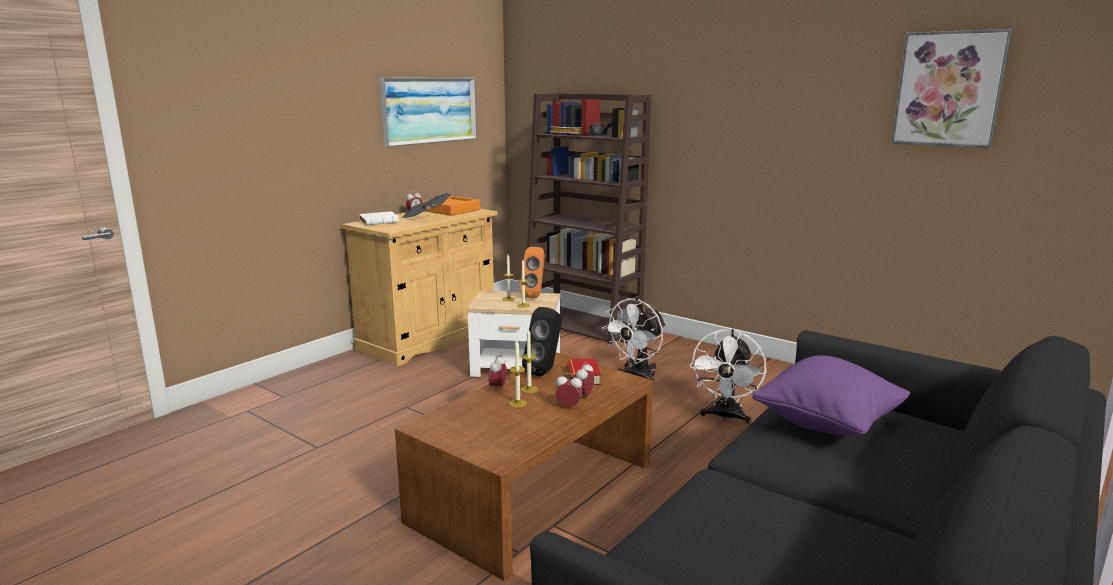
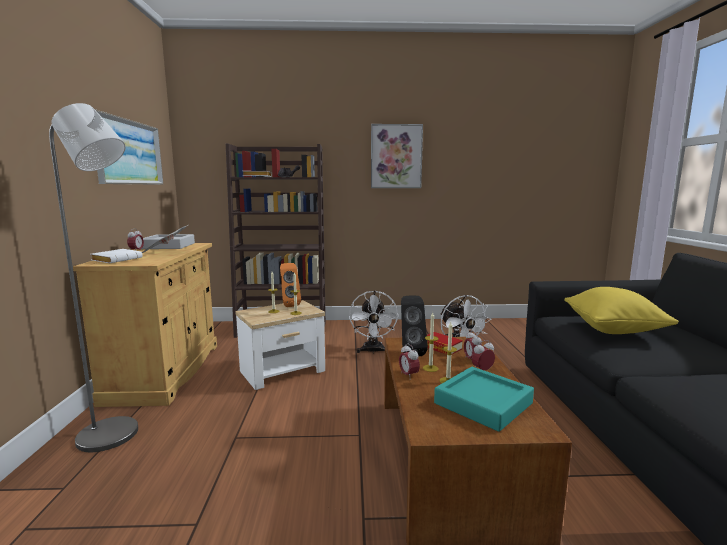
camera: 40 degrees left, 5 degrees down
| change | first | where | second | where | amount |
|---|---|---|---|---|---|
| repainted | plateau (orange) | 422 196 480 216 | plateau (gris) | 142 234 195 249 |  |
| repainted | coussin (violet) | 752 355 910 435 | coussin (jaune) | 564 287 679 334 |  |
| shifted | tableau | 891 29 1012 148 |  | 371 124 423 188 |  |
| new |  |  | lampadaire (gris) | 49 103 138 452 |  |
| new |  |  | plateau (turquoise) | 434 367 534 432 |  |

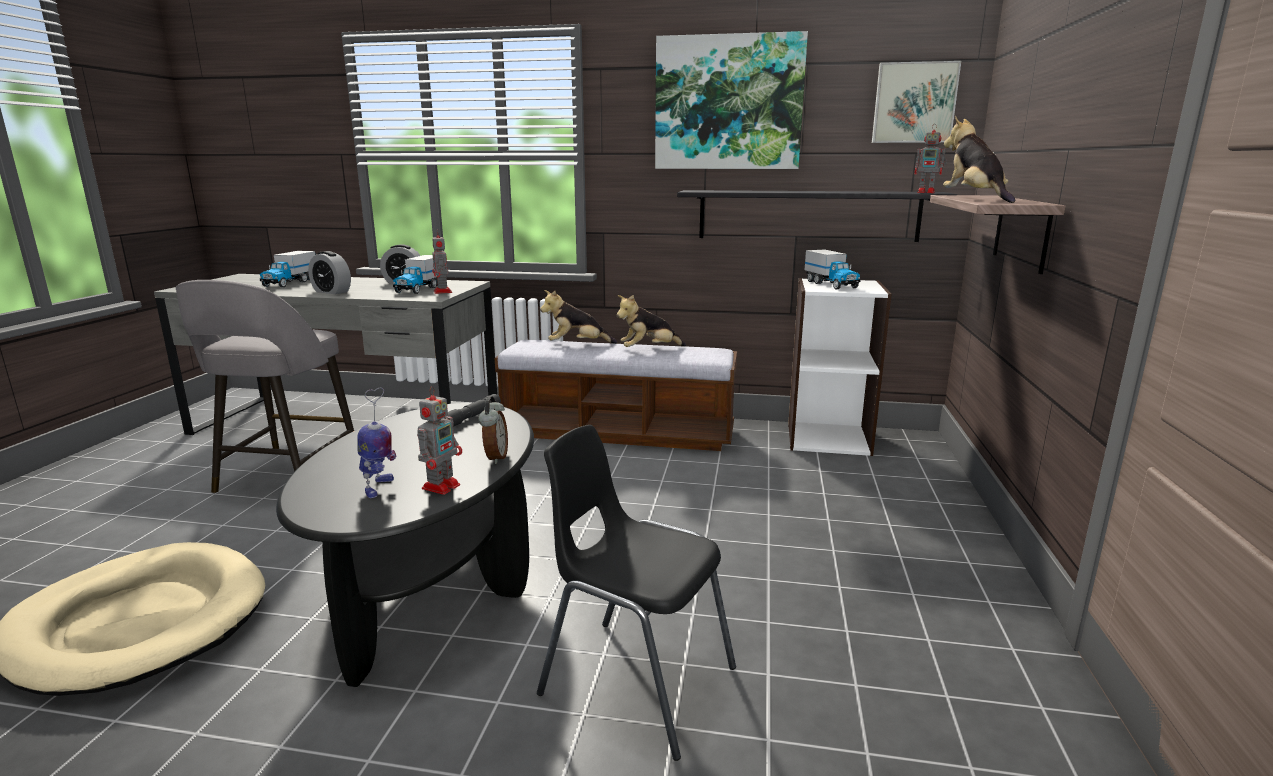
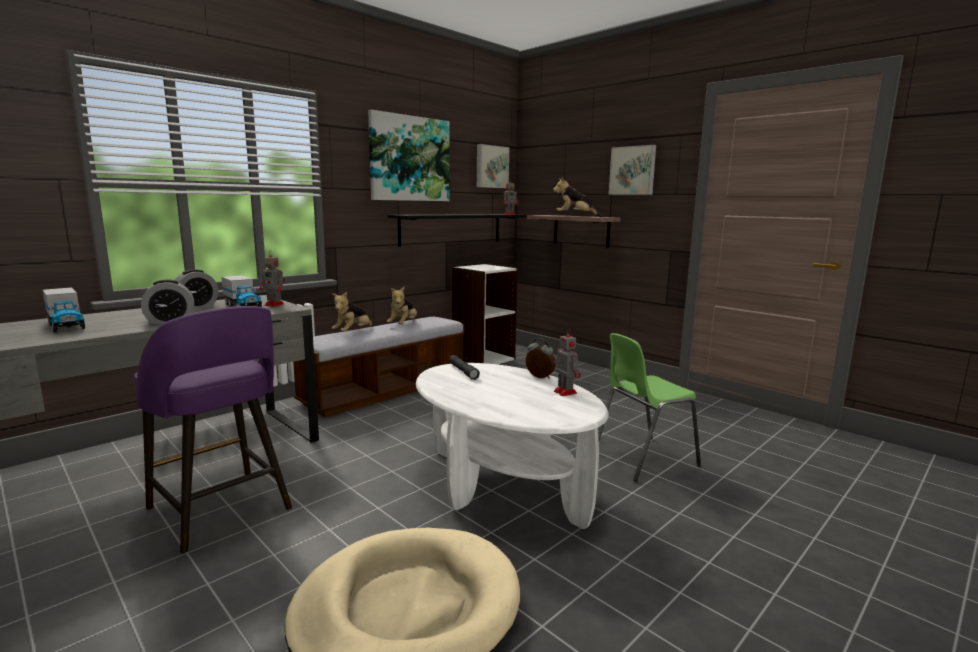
camera: 55 degrees left, 5 degrees down
| change | first | where | second | where | amount |
|---|---|---|---|---|---|
| repainted | tabouret (gris) | 175 280 354 493 | tabouret (violet) | 134 306 292 554 |  |
| repainted | table basse (noir) | 276 403 534 687 | table basse (blanc) | 416 363 609 529 |  |
| gone | robot jouet | 357 387 396 498 |  |  |  |
| repainted | chaise (noir) | 537 425 736 761 | chaise (vert) | 598 333 701 482 |  |
| gone | camion jouet | 805 249 861 289 |  |  |  |
| new |  |  | tableau | 609 145 656 195 |  |

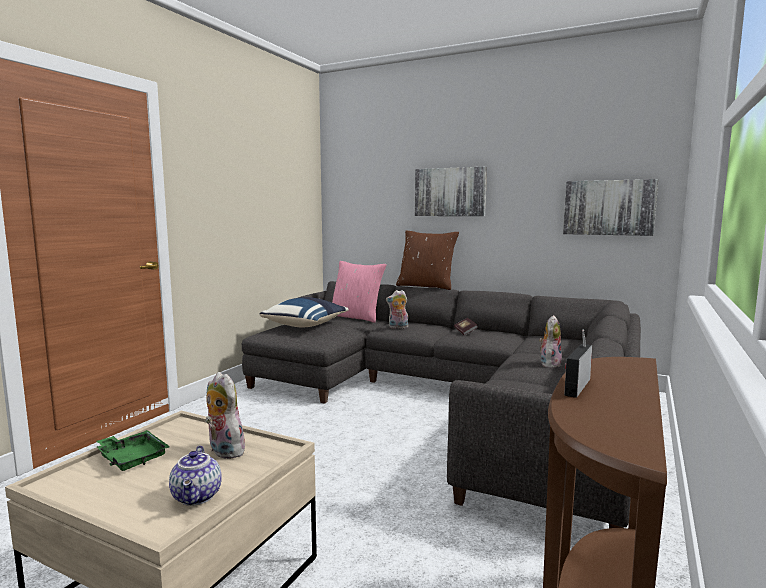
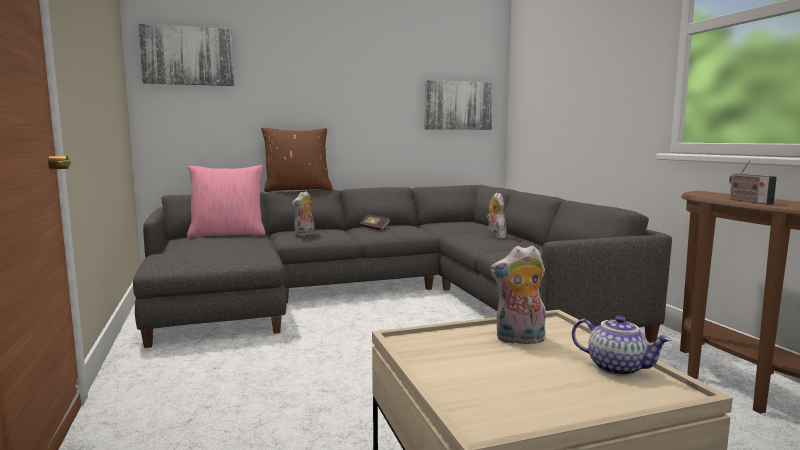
camera: 45 degrees left, 0 degrees up
| change | first | where | second | where | amount |
|---|---|---|---|---|---|
| gone | plateau (vert) | 97 430 170 471 |  |  |  |
| gone | coussin (bleu) | 260 297 349 327 |  |  |  |
| shifted | tableau | 415 167 487 216 |  | 138 24 234 86 |  |

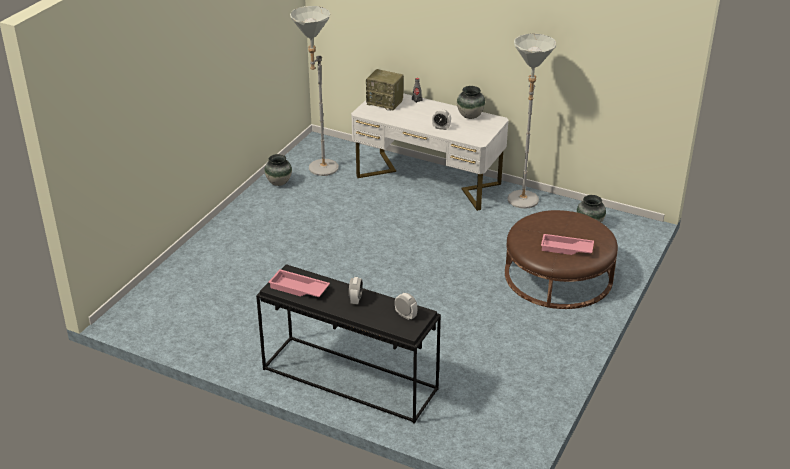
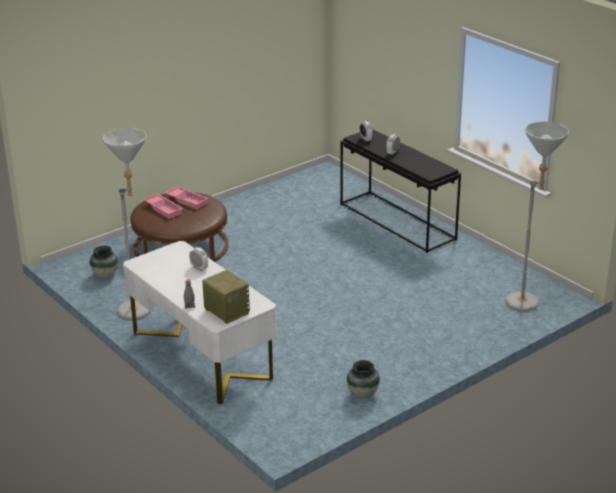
camera: 155 degrees left, 5 degrees down
| change | first | where | second | where | amount |
|---|---|---|---|---|---|
| shifted | plateau (rose) | 268 269 330 297 |  | 143 194 183 219 |  |
| shifted | lampadaire (gris) | 290 6 339 176 |  | 505 122 569 311 |  |
| gone | vase | 457 86 485 119 |  |  |  |

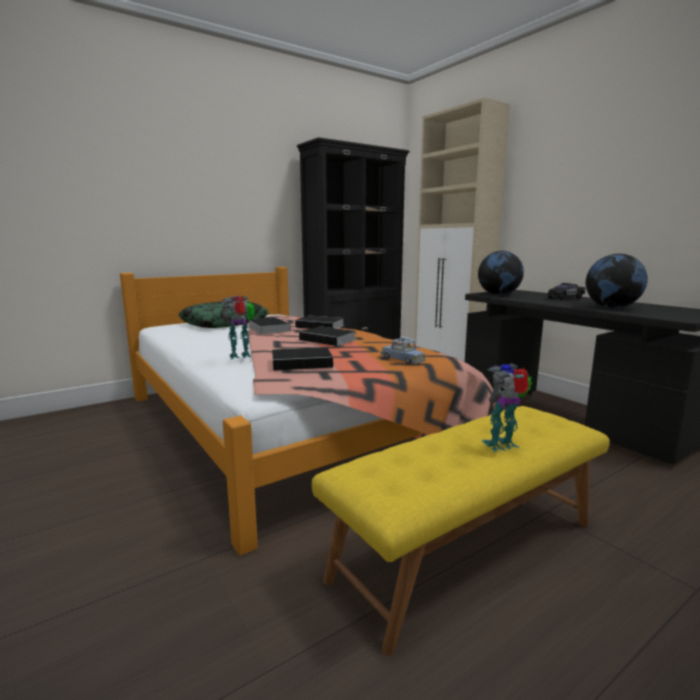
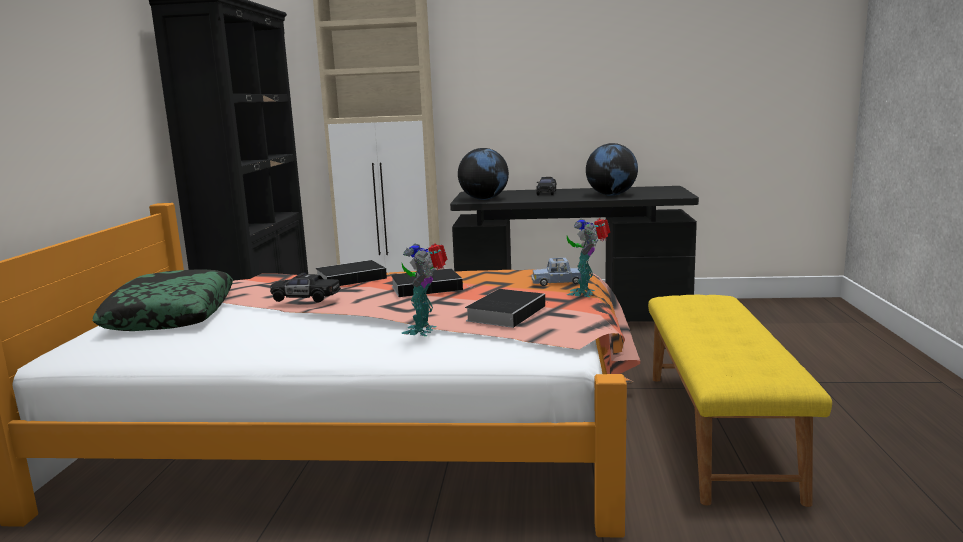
camera: 50 degrees left, 0 degrees up
| change | first | where | second | where | amount |
|---|---|---|---|---|---|
| swapped | livre | 248 317 291 334 | petite voiture (noir) | 270 273 341 303 |  |
| shifted | robot jouet | 482 363 533 452 |  | 567 218 610 297 |  |

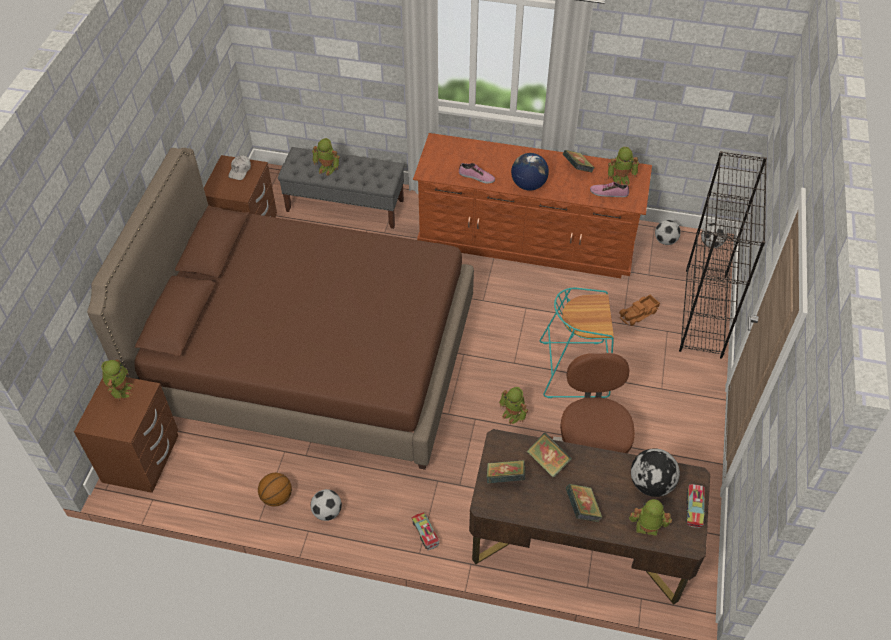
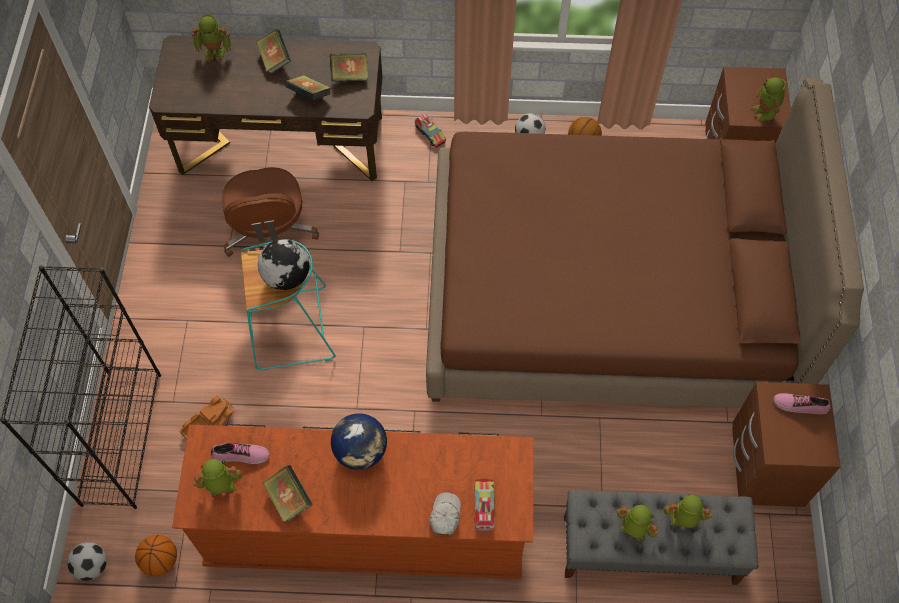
camera: 170 degrees right, 10 degrees up
| change | first | where | second | where | amount |
|---|---|---|---|---|---|
| shifted | casquette (blanc) | 228 155 251 180 |  | 429 492 461 536 |  |
| shifted | chaussure | 459 163 495 184 |  | 773 393 831 414 |  |
| shifted | robot jouet | 499 387 528 424 |  | 616 504 658 541 |  |
| shifted | globe | 631 448 680 497 |  | 258 239 310 290 |  |
| swapped | ballon de foot | 655 220 681 245 | ballon de basket | 135 535 177 576 |  |
| shifted | camion jouet | 686 484 706 528 |  | 474 478 495 531 |  |

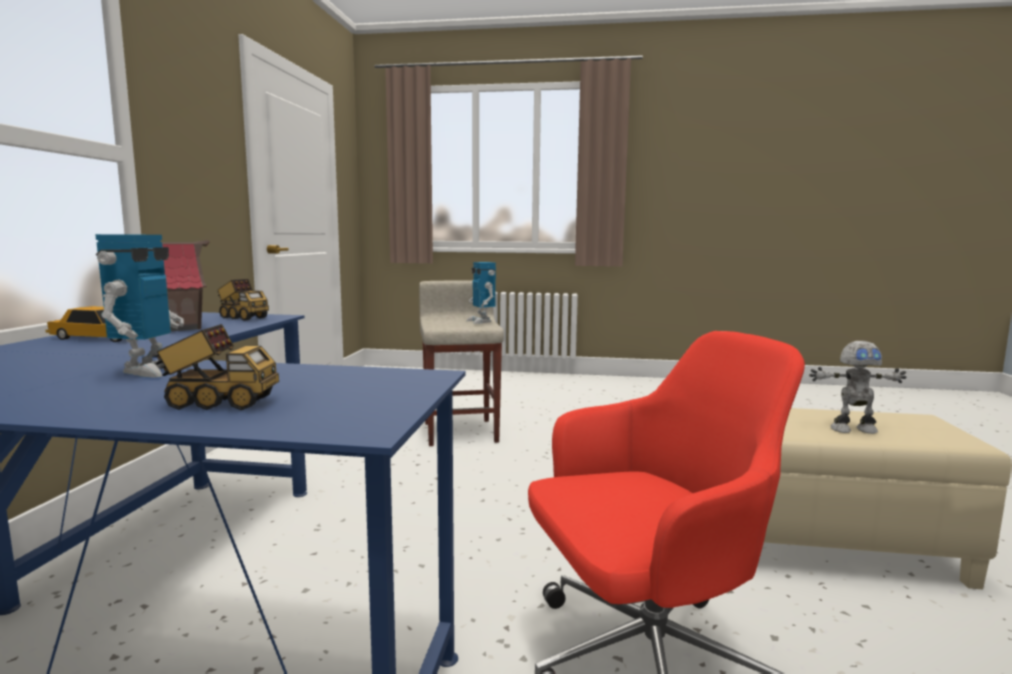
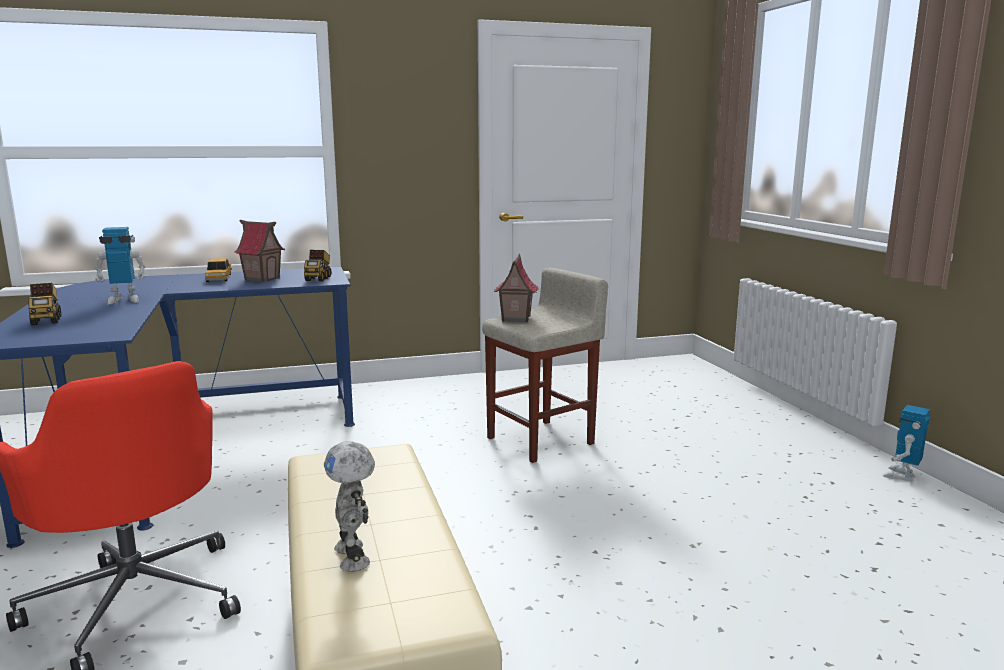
camera: 65 degrees right, 5 degrees up
| change | first | where | second | where | amount |
|---|---|---|---|---|---|
| shifted | robot jouet | 466 262 496 324 |  | 883 405 930 481 |  |
| new |  |  | maison miniature | 494 254 539 322 |  |

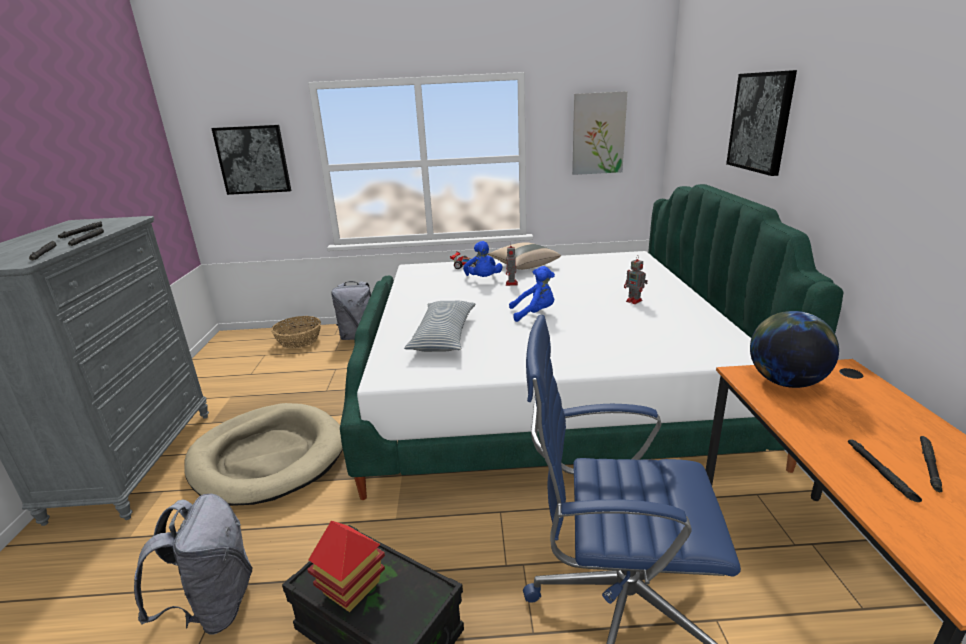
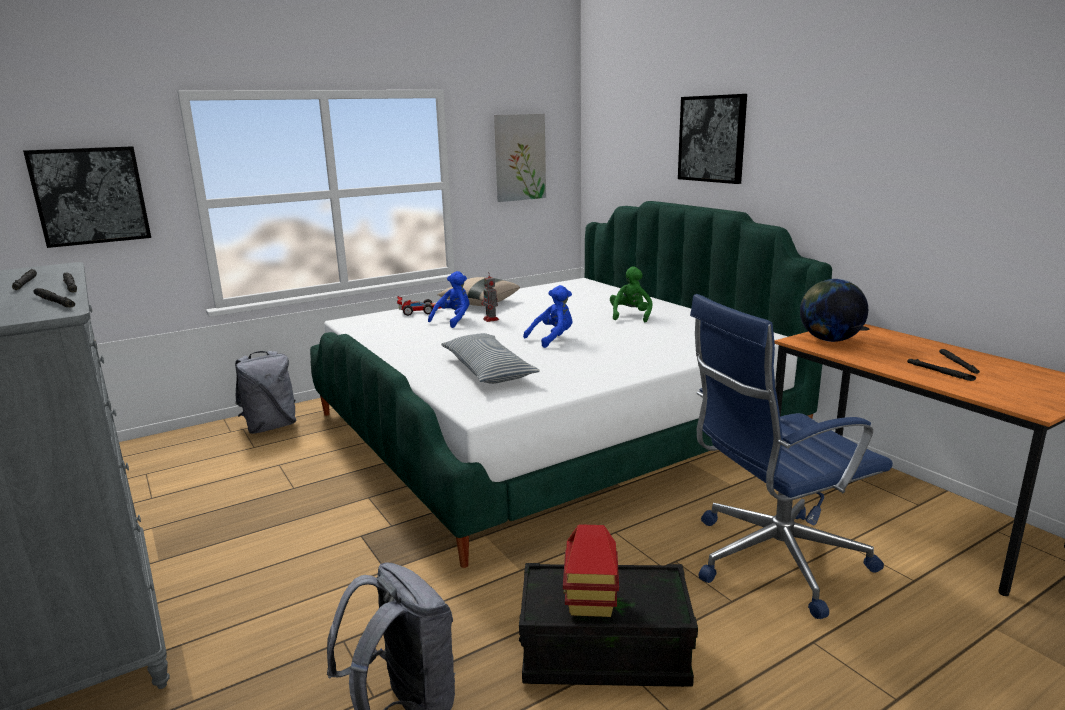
camera: 30 degrees left, 5 degrees down
| change | first | where | second | where | amount |
|---|---|---|---|---|---|
| gone | panier pour chien (beige) | 184 403 343 506 |  |  |  |
| gone | panier | 271 316 321 349 |  |  |  |
| rotated | peluche (bleu) | 463 241 502 277 |  | 428 271 469 328 | 105 degrees counterclockwise |
| swapped | robot jouet | 624 256 648 304 | peluche (vert) | 610 267 652 323 |  |

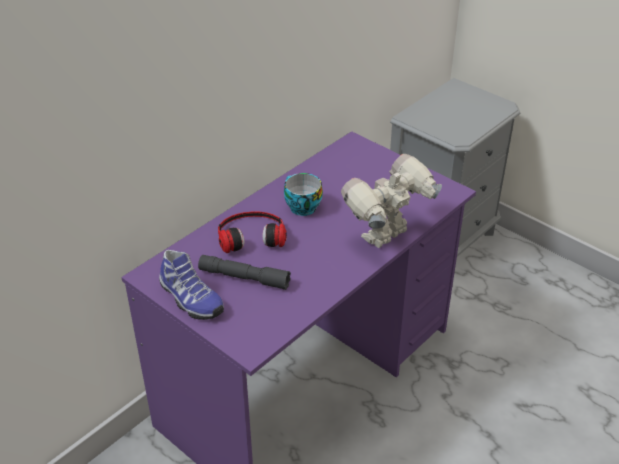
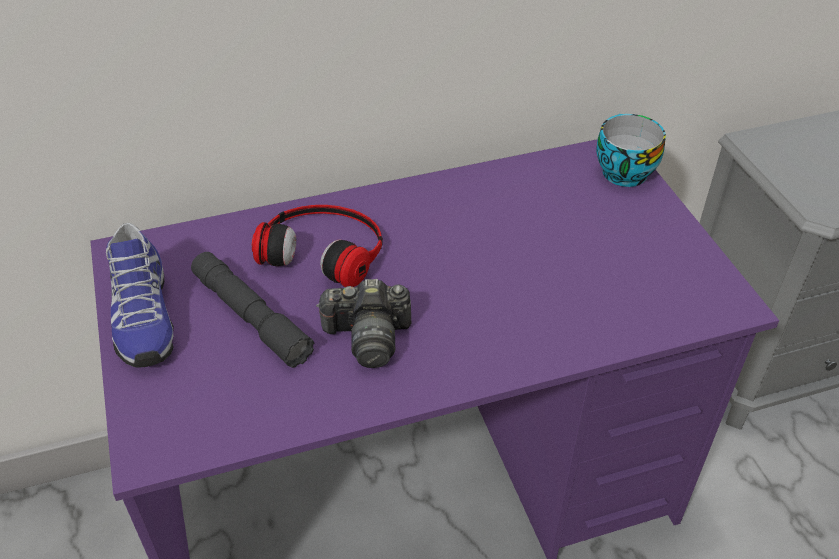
camera: 30 degrees right, 5 degrees up
| change | first | where | second | where | amount |
|---|---|---|---|---|---|
| shifted | tasse | 284 173 323 216 |  | 596 114 666 187 |  |
| gone | robot jouet | 341 154 442 248 |  |  |  |
| new |  |  | appareil photo | 316 279 411 368 |  |

